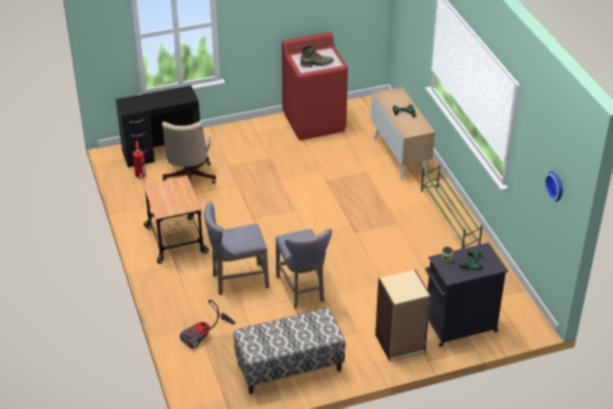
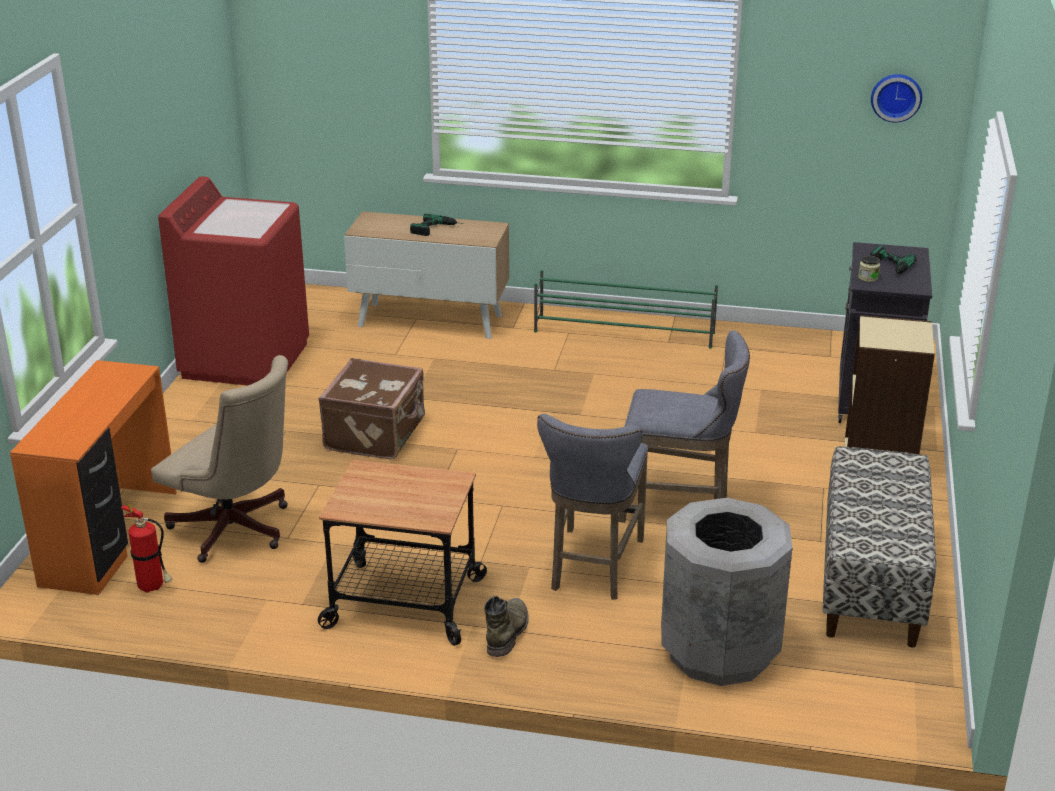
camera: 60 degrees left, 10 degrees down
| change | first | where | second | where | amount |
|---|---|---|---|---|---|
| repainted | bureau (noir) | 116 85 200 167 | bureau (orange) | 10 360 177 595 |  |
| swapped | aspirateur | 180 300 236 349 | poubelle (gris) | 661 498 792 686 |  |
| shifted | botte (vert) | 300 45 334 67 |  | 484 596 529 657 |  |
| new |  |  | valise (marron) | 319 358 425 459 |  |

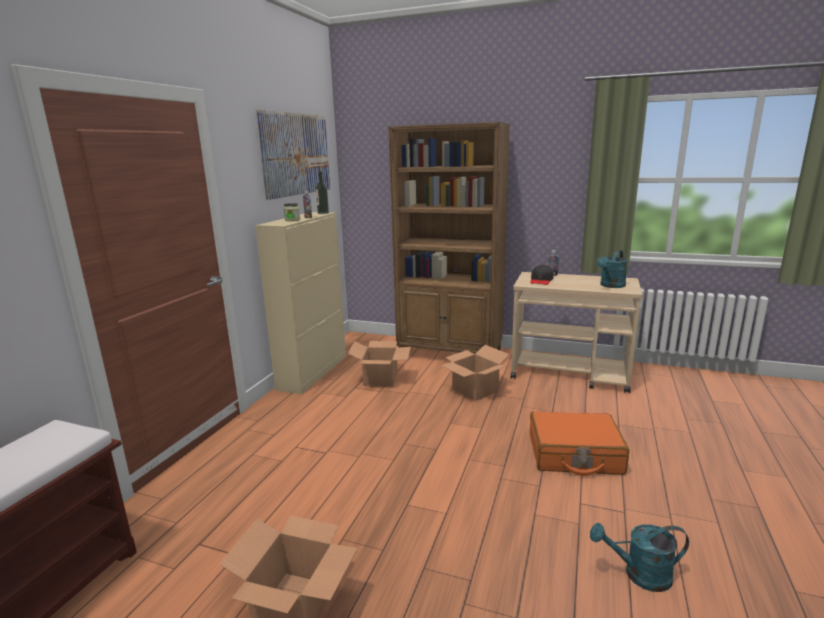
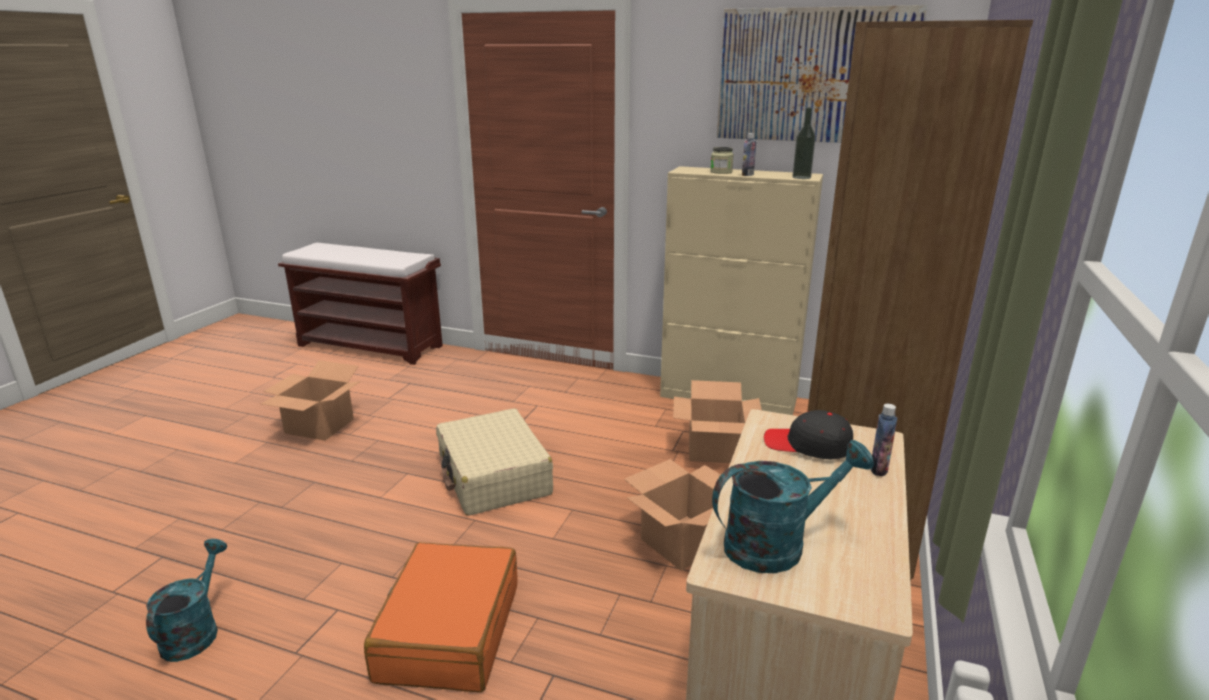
camera: 90 degrees right, 5 degrees up
| change | first | where | second | where | amount |
|---|---|---|---|---|---|
| rotated | arrosoir (turquoise) | 597 250 628 288 |  | 712 440 874 573 | 120 degrees clockwise |
| new |  |  | valise (beige) | 436 408 553 516 |  |

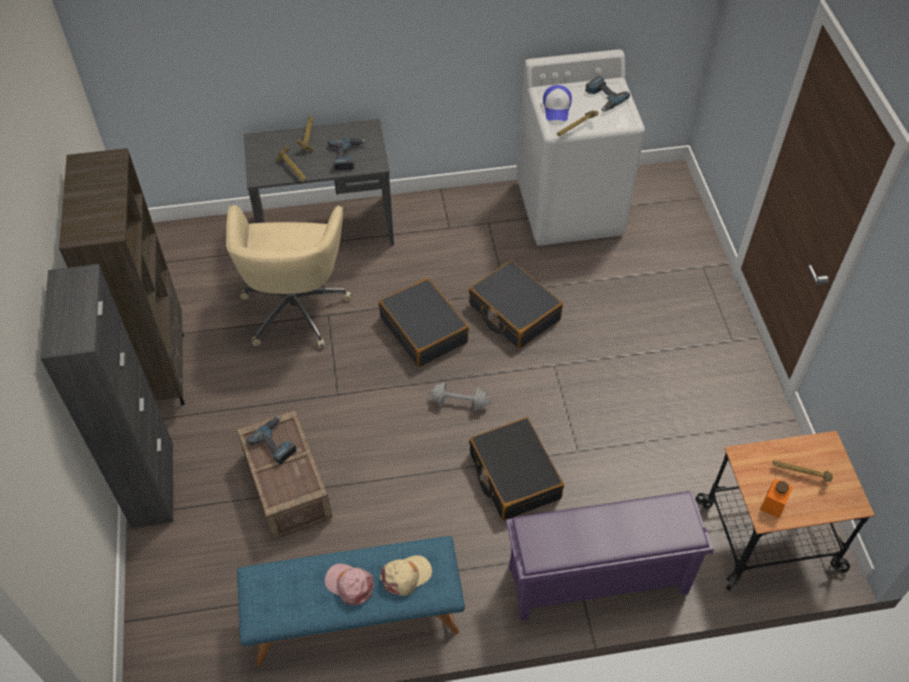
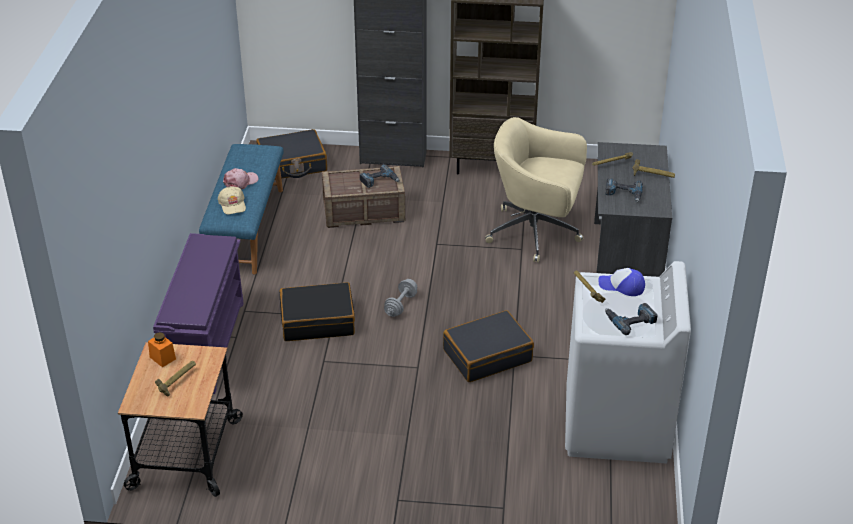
camera: 105 degrees right, 15 degrees down
| change | first | where | second | where | amount |
|---|---|---|---|---|---|
| shifted | valise (noir) | 379 278 469 367 |  | 256 129 327 180 |  |

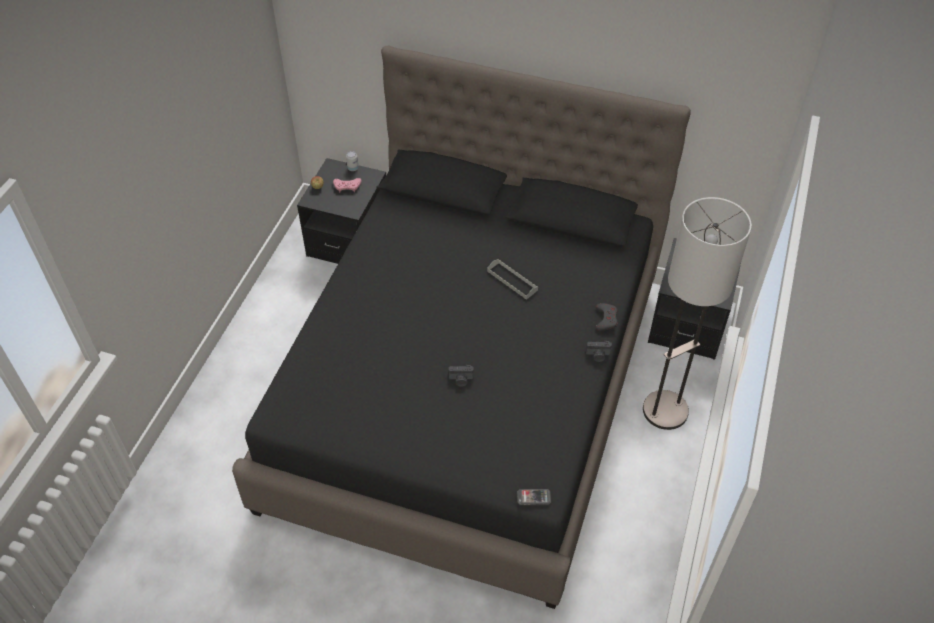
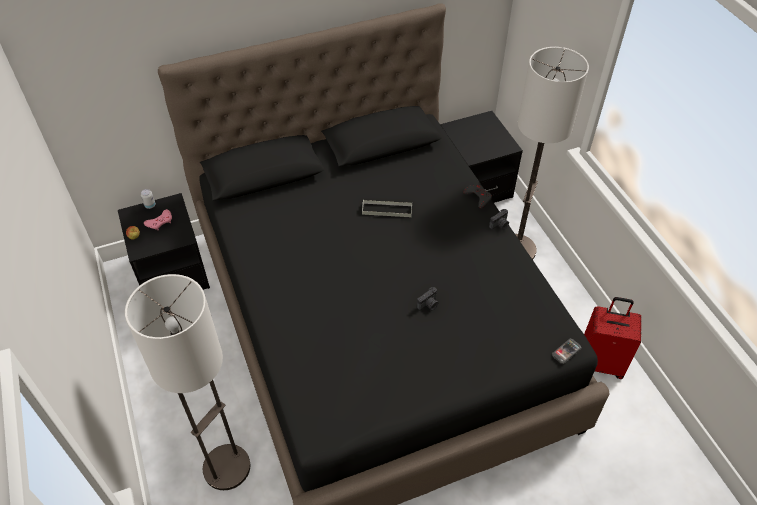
camera: 40 degrees left, 0 degrees up
| change | first | where | second | where | amount |
|---|---|---|---|---|---|
| new |  |  | lampadaire | 125 274 250 490 |  |
| new |  |  | valise (rouge) | 584 297 641 379 |  |

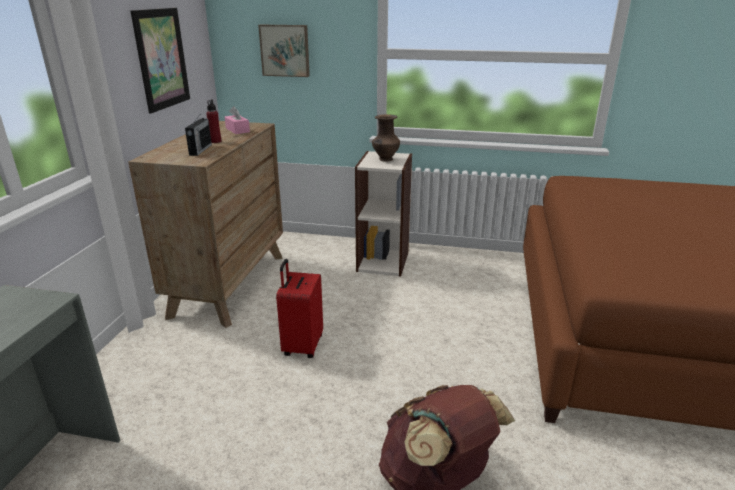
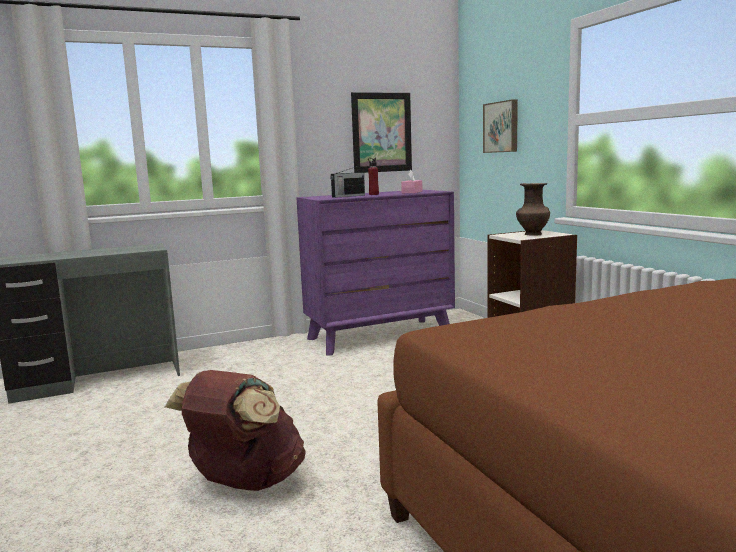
camera: 55 degrees right, 15 degrees down
| change | first | where | second | where | amount |
|---|---|---|---|---|---|
| repainted | commode (marron) | 128 121 283 328 | commode (violet) | 296 190 455 356 |  |
| gone | valise (rouge) | 276 259 323 358 |  |  |  |

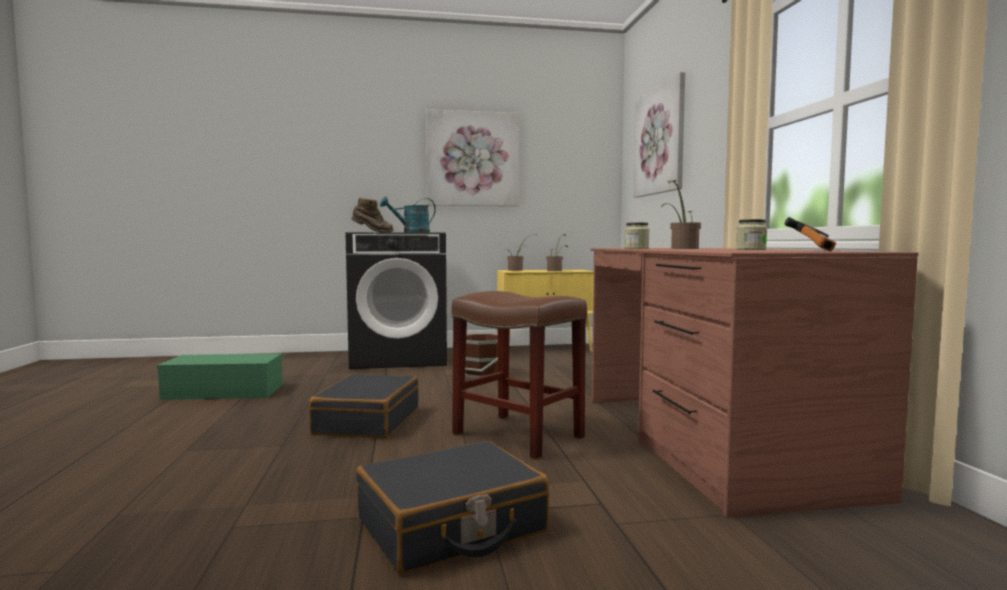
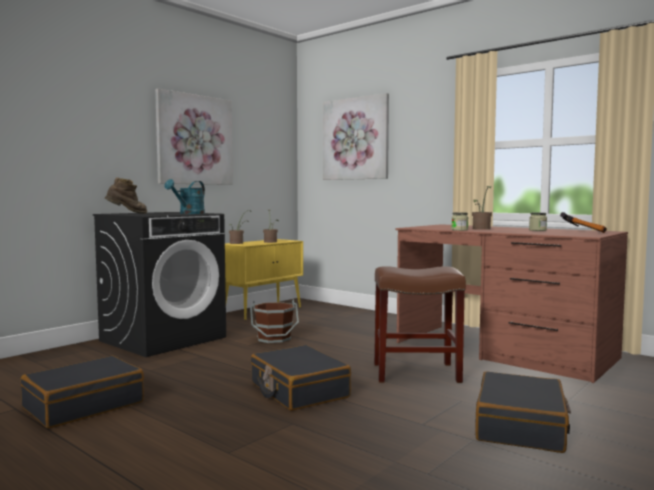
camera: 40 degrees left, 0 degrees up
| change | first | where | second | where | amount |
|---|---|---|---|---|---|
| swapped | boîte de rangement (vert) | 157 353 283 400 | valise (noir) | 21 356 144 429 |  |

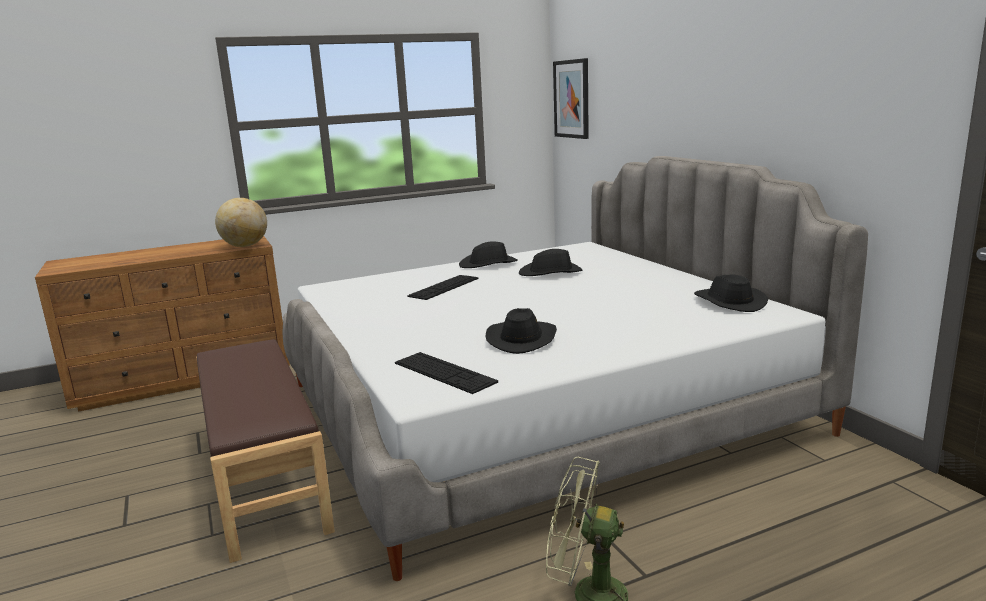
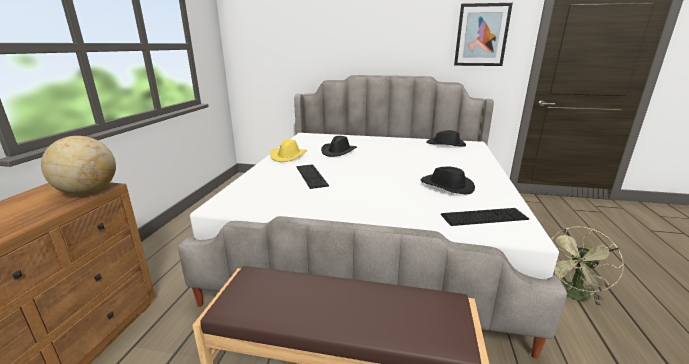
camera: 55 degrees left, 5 degrees up
| change | first | where | second | where | amount |
|---|---|---|---|---|---|
| repainted | chapeau (noir) | 459 241 518 268 | chapeau (jaune) | 270 140 307 162 |  |
| shifted | tableau | 553 58 589 139 |  | 454 3 513 66 |  |

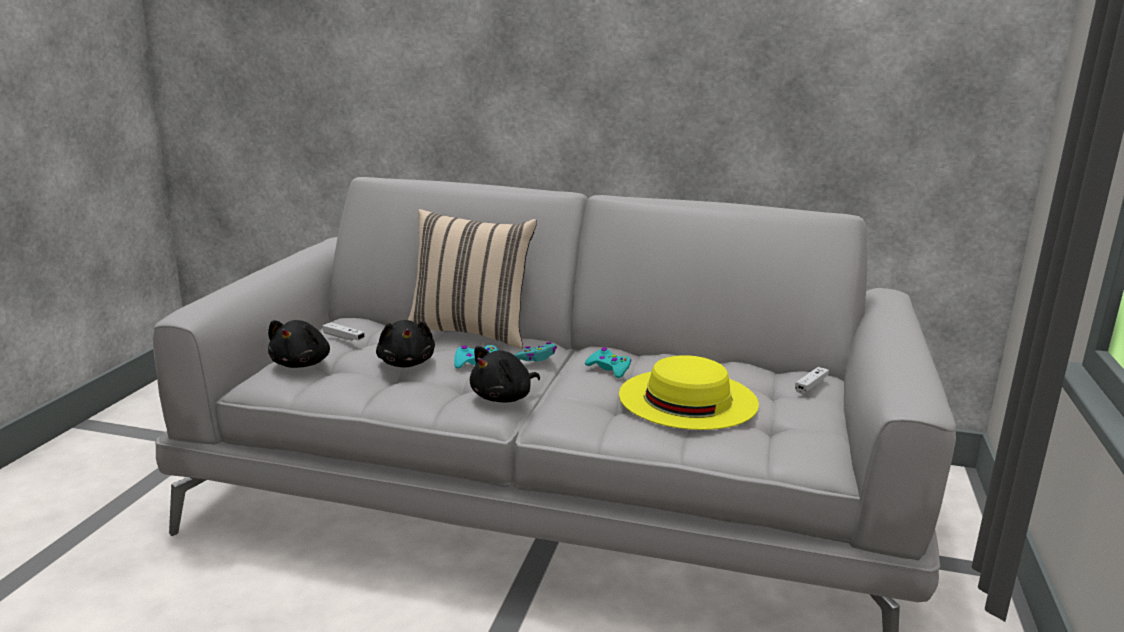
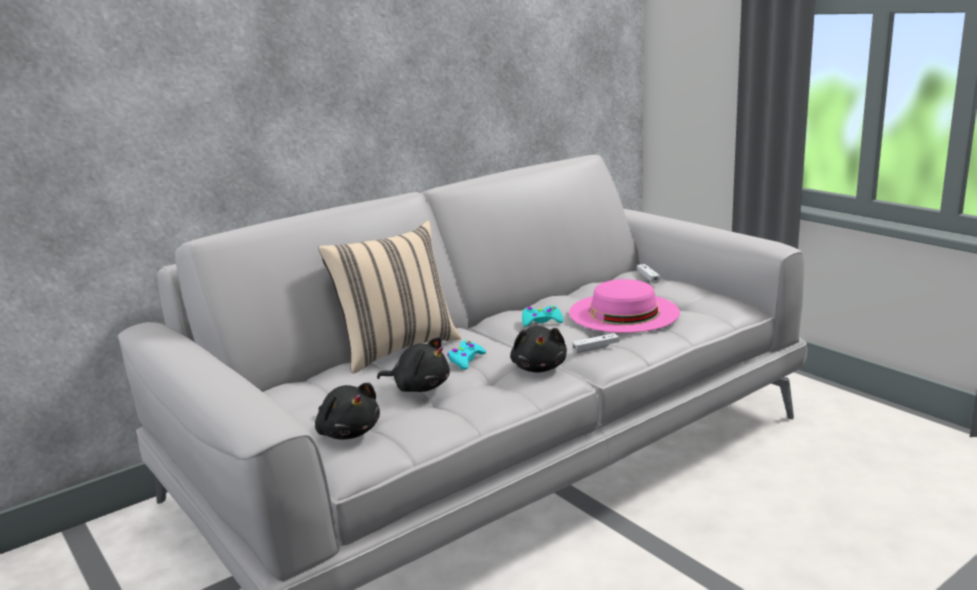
camera: 50 degrees left, 0 degrees up
| change | first | where | second | where | amount |
|---|---|---|---|---|---|
| shifted | manette (blanc) | 323 322 365 341 |  | 572 333 619 353 |  |
| gone | manette (turquoise) | 514 342 557 362 |  |  |  |
| repainted | chapeau (jaune) | 619 355 759 430 | chapeau (rose) | 569 279 680 333 |  |

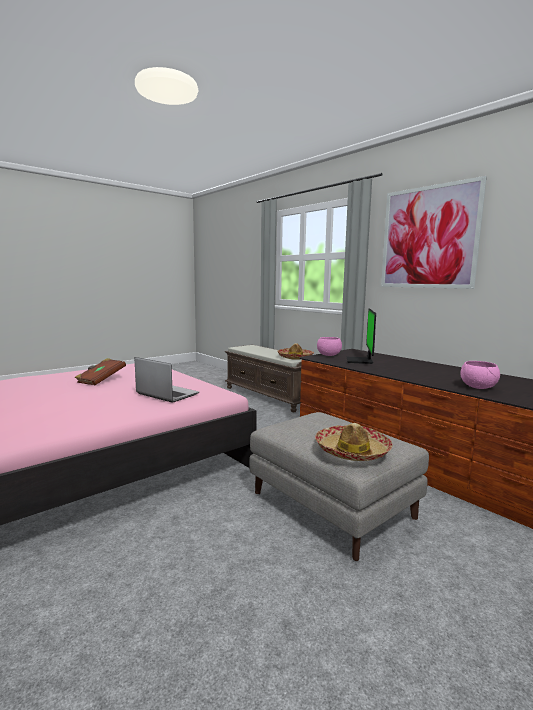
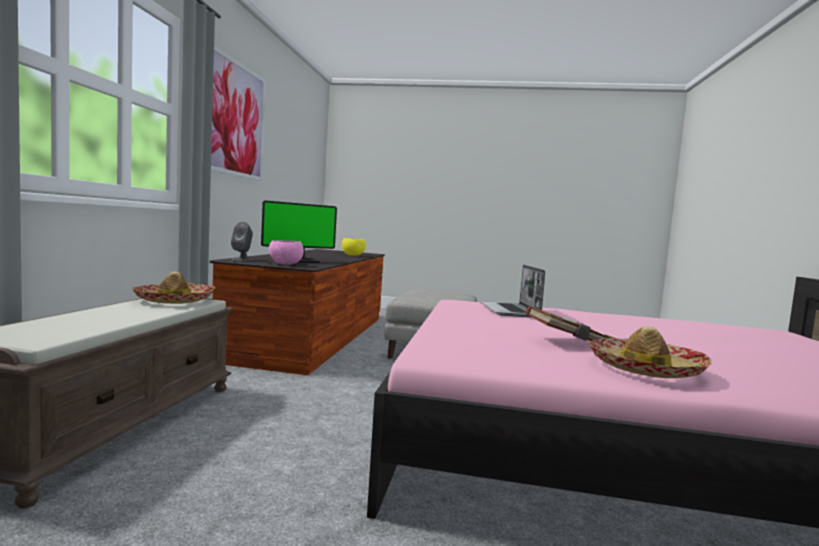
camera: 130 degrees left, 5 degrees down
| change | first | where | second | where | amount |
|---|---|---|---|---|---|
| shifted | chapeau | 315 423 393 461 |  | 589 326 712 378 |  |
| repainted | bol (rose) | 460 361 500 389 | bol (jaune) | 342 238 366 256 |  |
| new |  |  | enceinte (gris) | 231 222 253 261 |  |

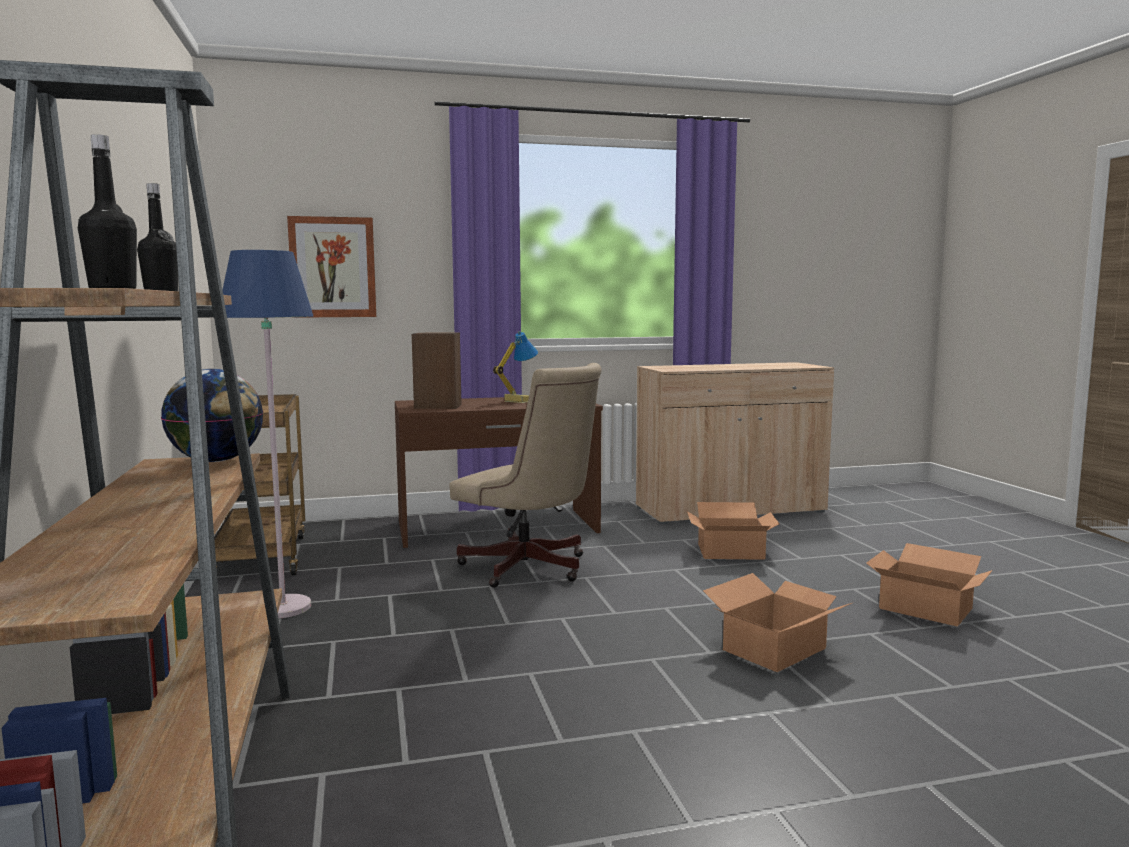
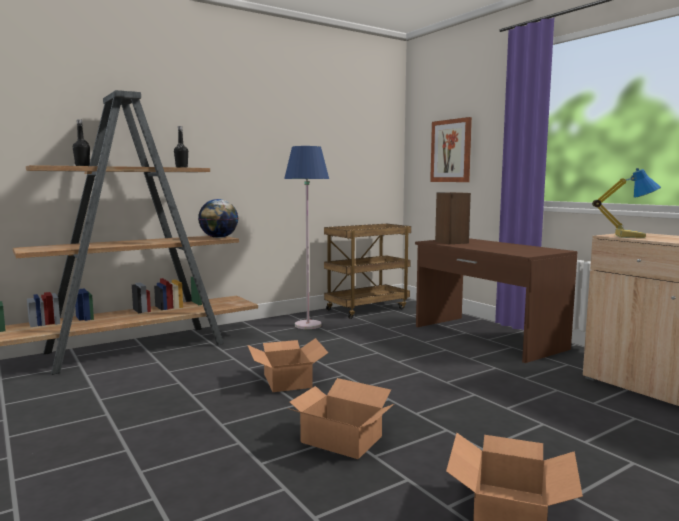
camera: 70 degrees right, 0 degrees up
| change | first | where | second | where | amount |
|---|---|---|---|---|---|
| gone | chaise de bureau (beige) | 449 363 602 588 |  |  |  |
| shifted | lampe de table | 493 331 538 403 |  | 592 168 661 238 |  |
| shifted | carton | 687 502 780 560 |  | 247 338 328 392 |  |

